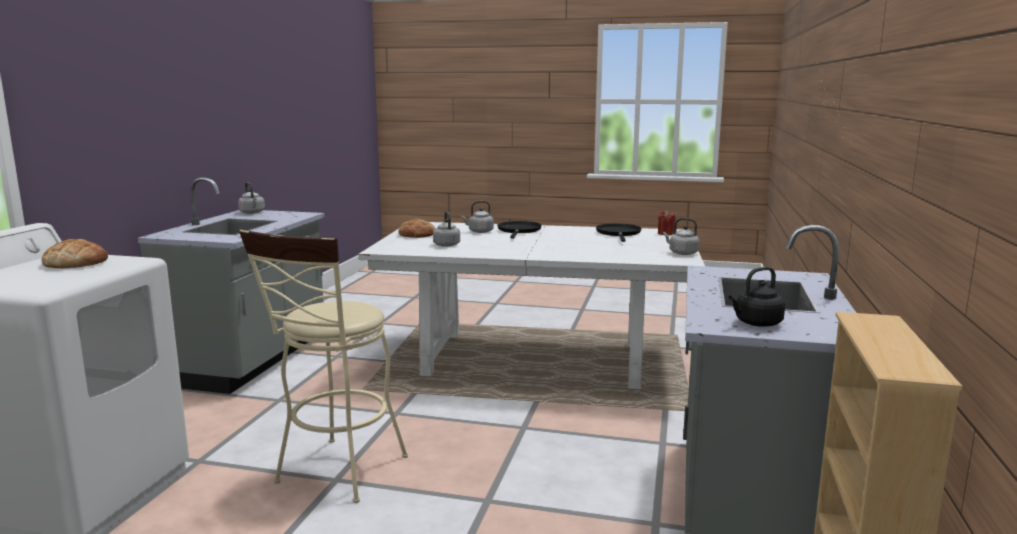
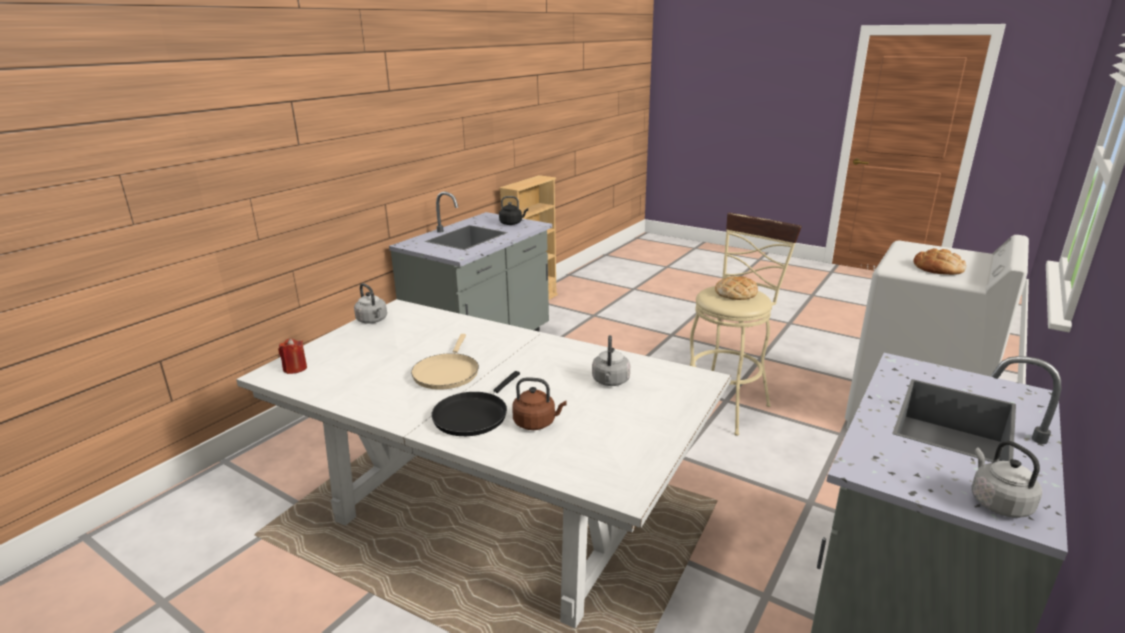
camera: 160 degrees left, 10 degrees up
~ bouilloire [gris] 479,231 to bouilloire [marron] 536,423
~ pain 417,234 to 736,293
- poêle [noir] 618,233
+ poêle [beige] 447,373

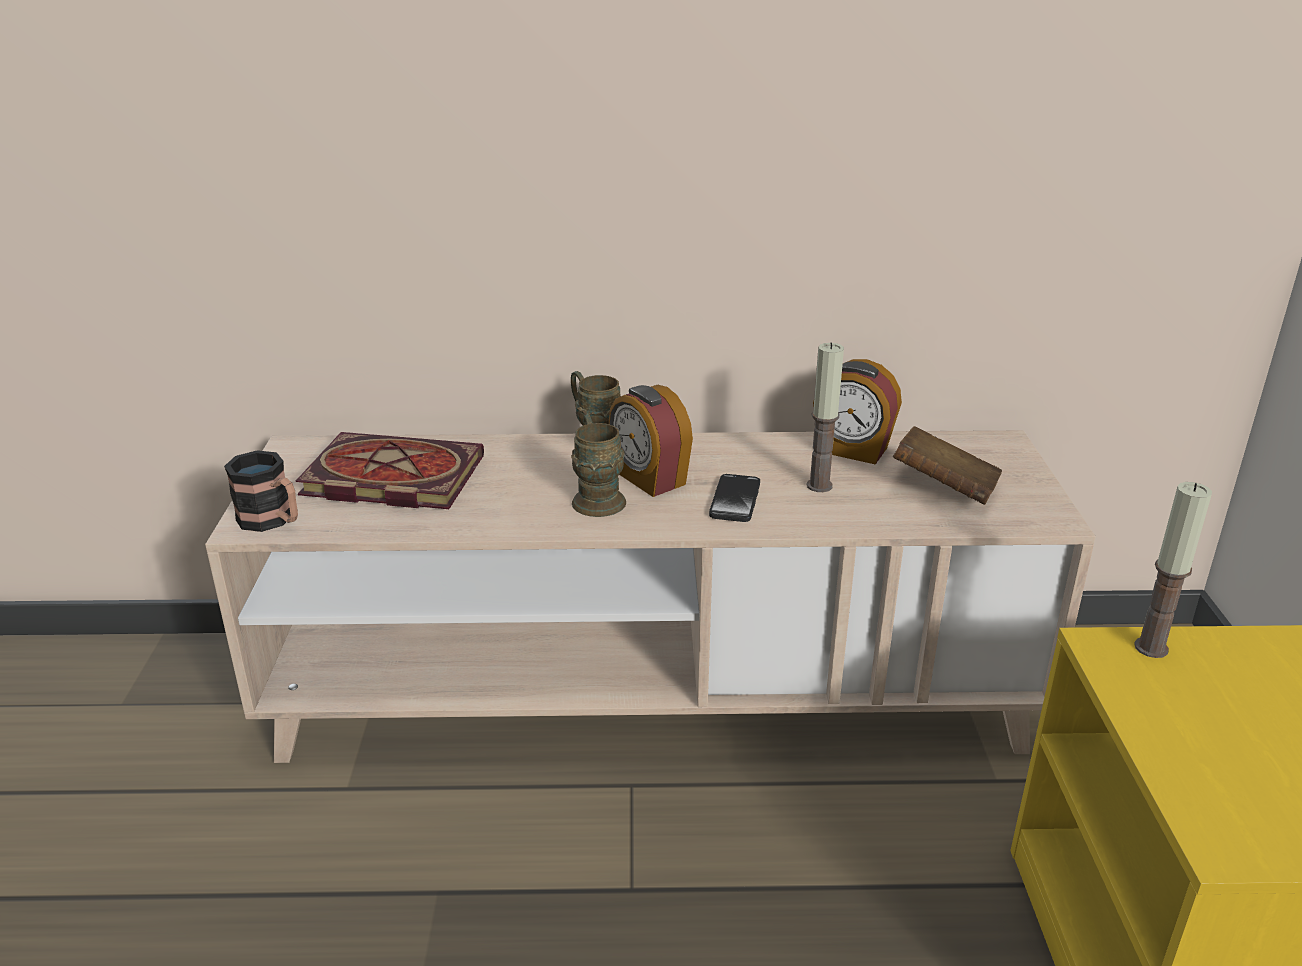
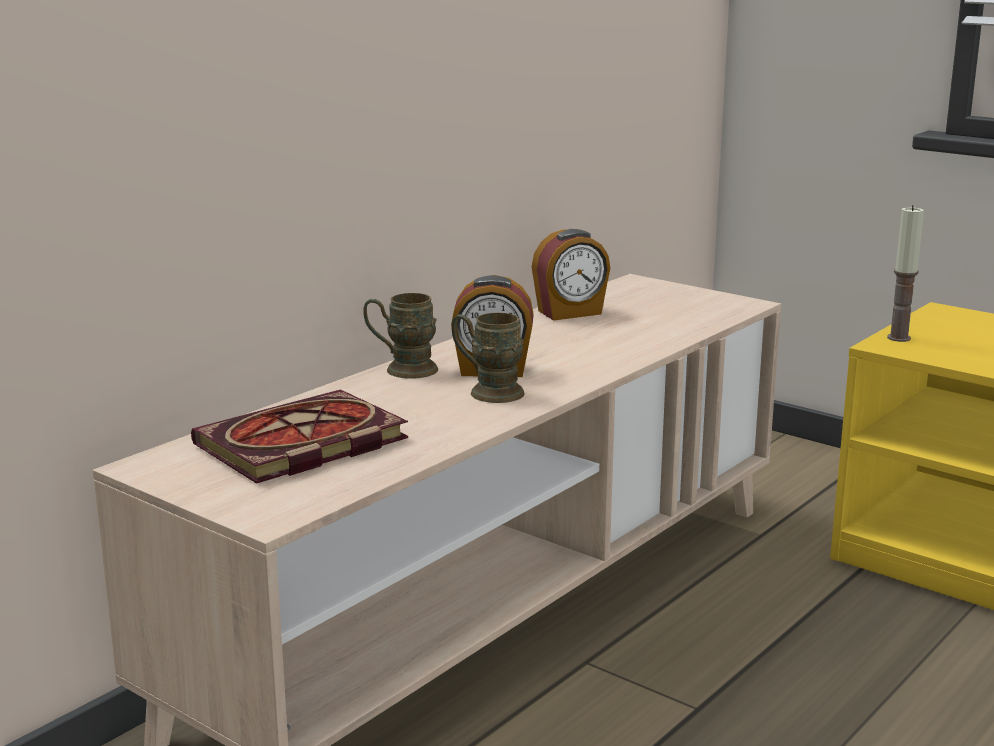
camera: 50 degrees left, 10 degrees down
- bougie 819,486
- livre [marron] 944,489
- mug 272,521
- téléphone 735,500

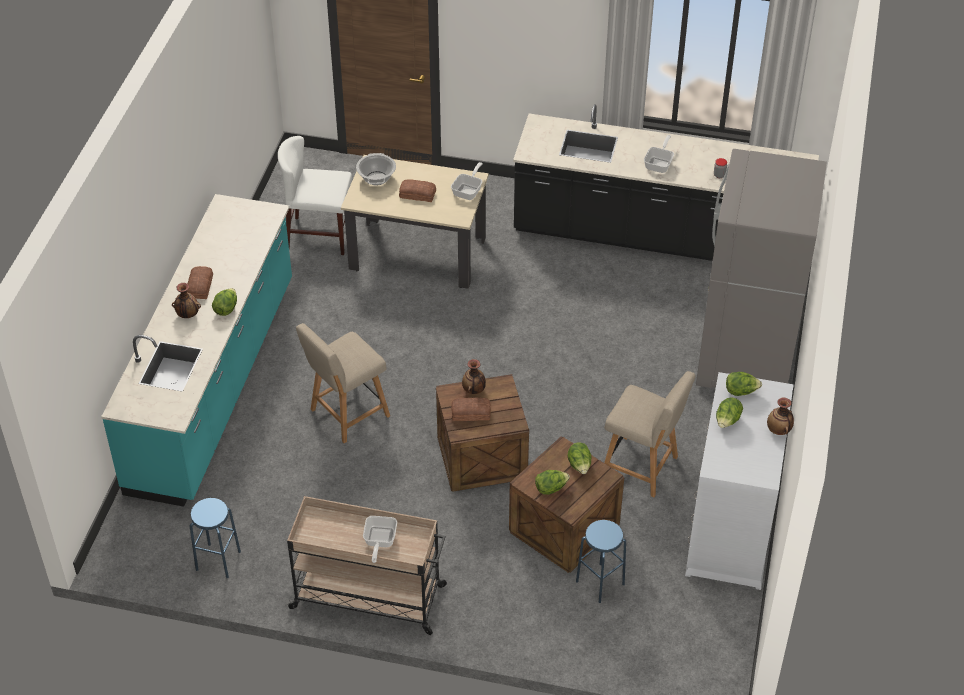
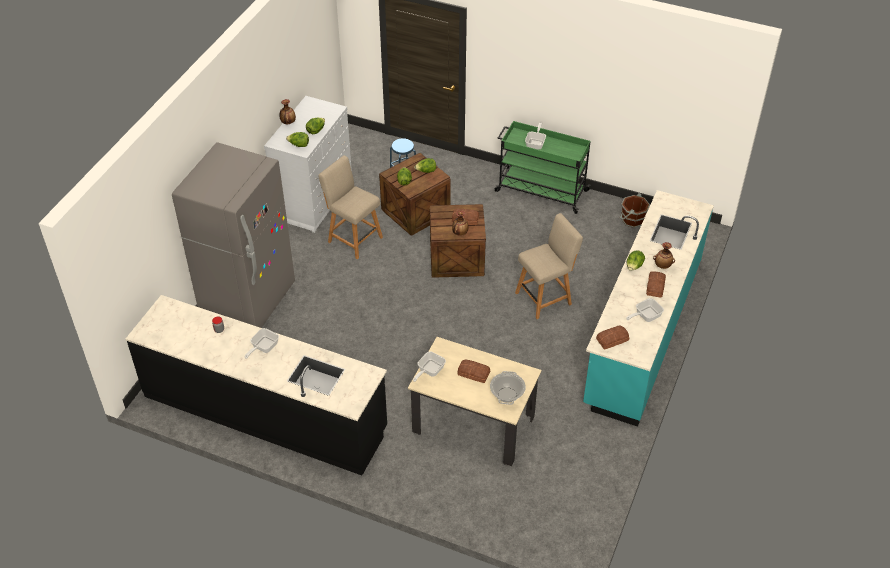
camera: 170 degrees left, 0 degrees up
- chaise [blanc] 319,236
~ chariot [beige] 370,597 to chariot [vert] 540,191
~ tabouret [bleu] 218,560 to seau [marron] 632,220
+ poêle 645,316
+ pain 613,340

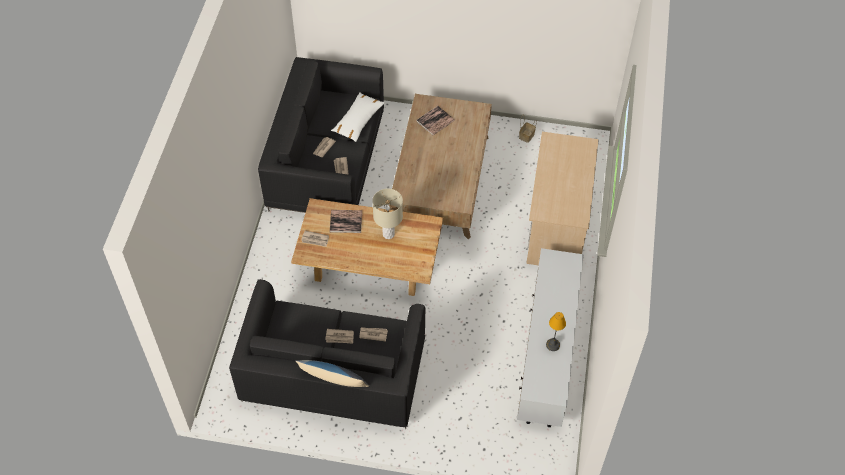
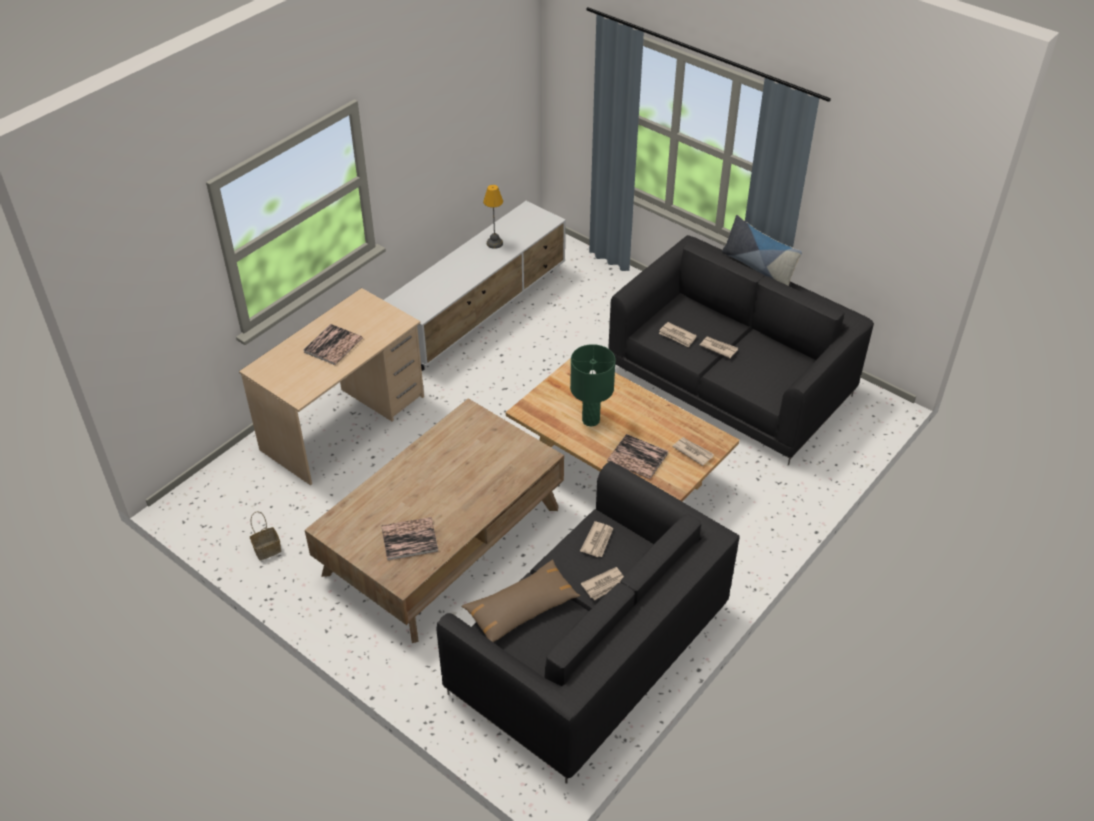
camera: 150 degrees left, 10 degrees down
~ coussin [blanc] 358,121 to coussin [marron] 522,608
~ lampe de table [beige] 388,234 to lampe de table [vert] 590,420
+ livre 333,345

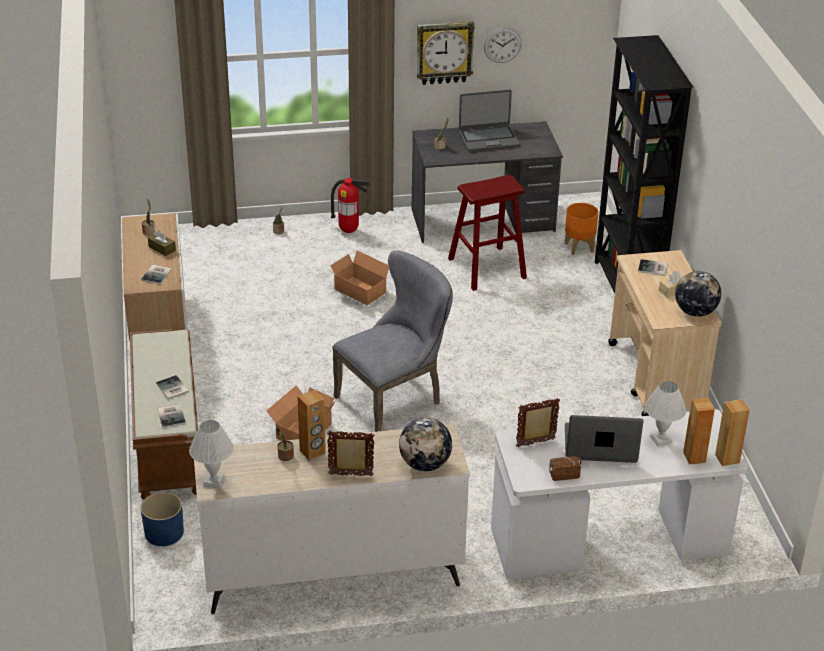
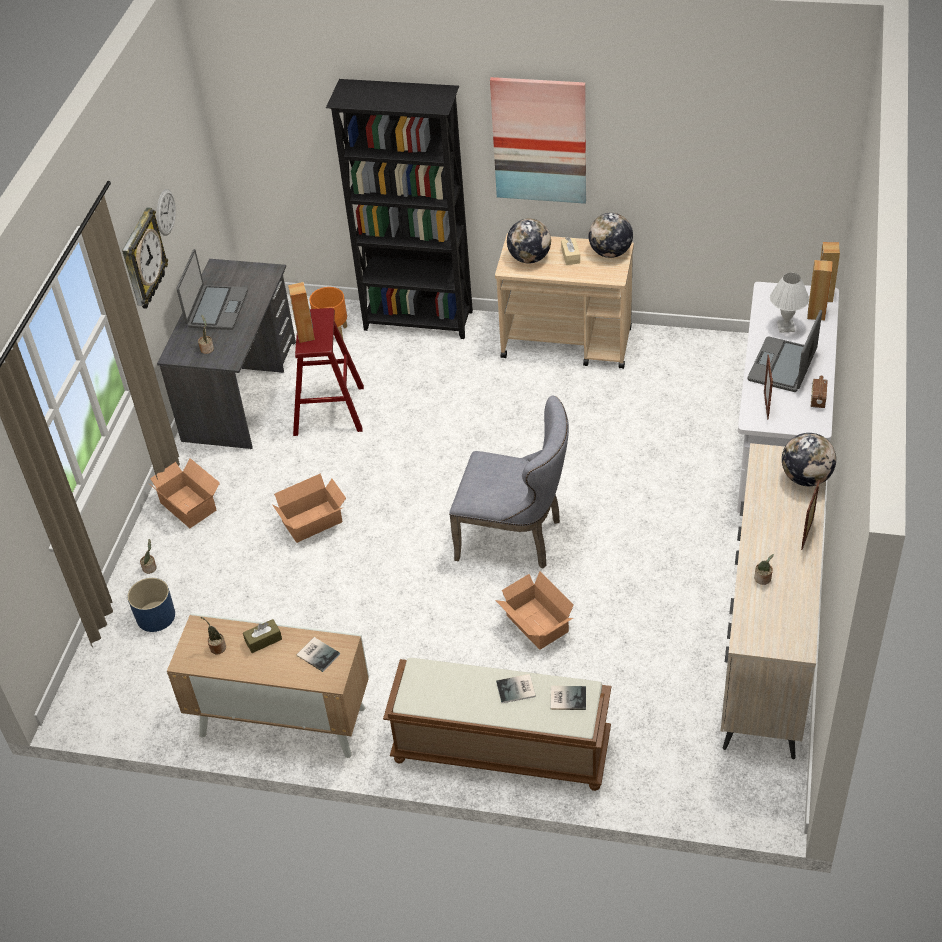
camera: 65 degrees left, 10 degrees up
~ extincteur 349,231 to carton 189,504
~ chaise [gris] 394,399 = 516,537 120 degrees clockwise
~ livre 653,268 to globe 529,258
~ enceinte [marron] 312,452 to 306,336
- lampe de table [blanc] 214,481
~ cache-pot [bleu] 164,532 to 155,616
+ tableau 539,140

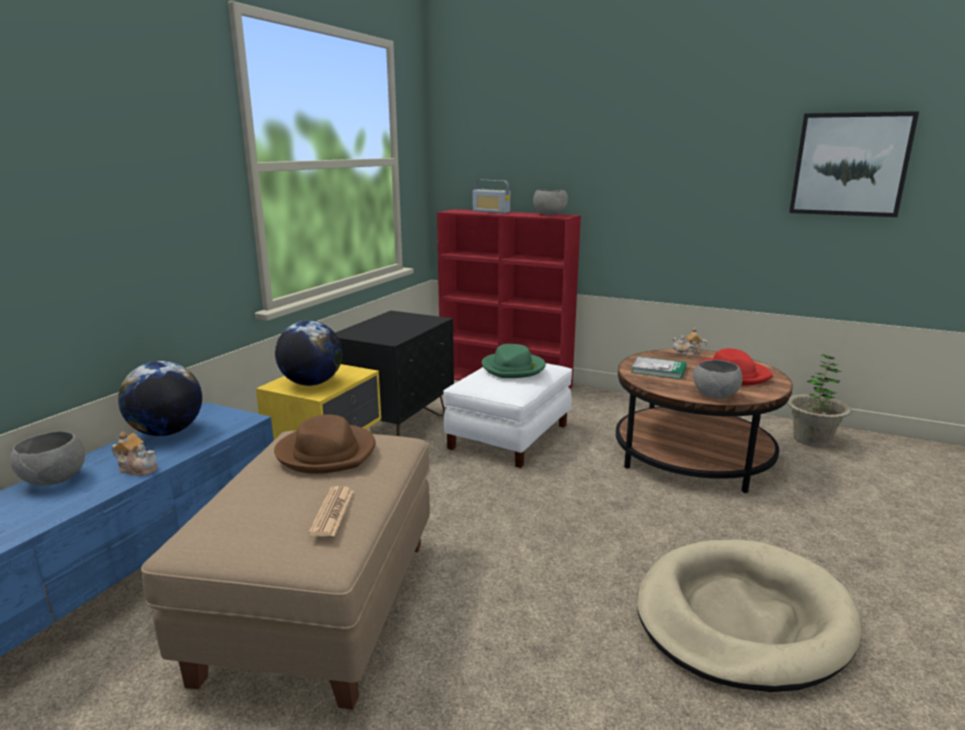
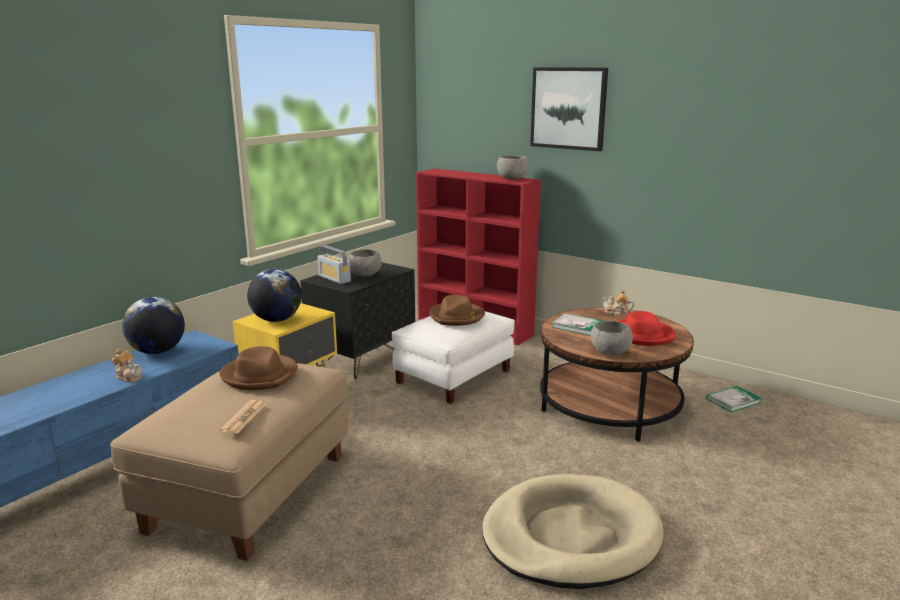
camera: 10 degrees right, 0 degrees up
~ tableau 850,164 to 568,108
~ radio 491,212 to 334,279
~ chapeau [vert] 513,368 to chapeau [marron] 457,316
~ plante en pot 812,440 to livre 733,401
~ bol [gris] 55,480 to 365,275

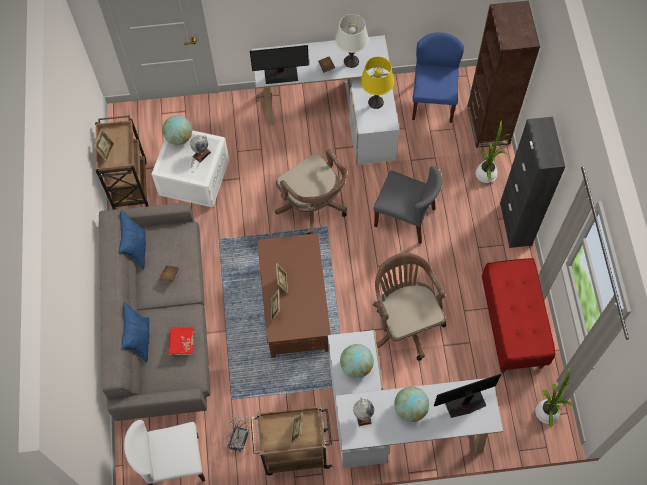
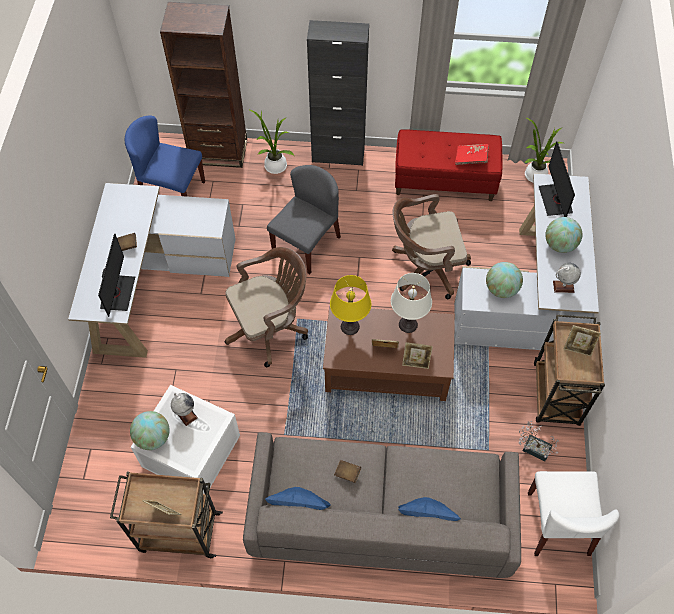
camera: 80 degrees left, 5 degrees down
~ lampe de table [blanc] 351,61 to 408,324
~ lampe de table [jaune] 375,102 to 350,326
~ livre [rouge] 182,343 to 471,158

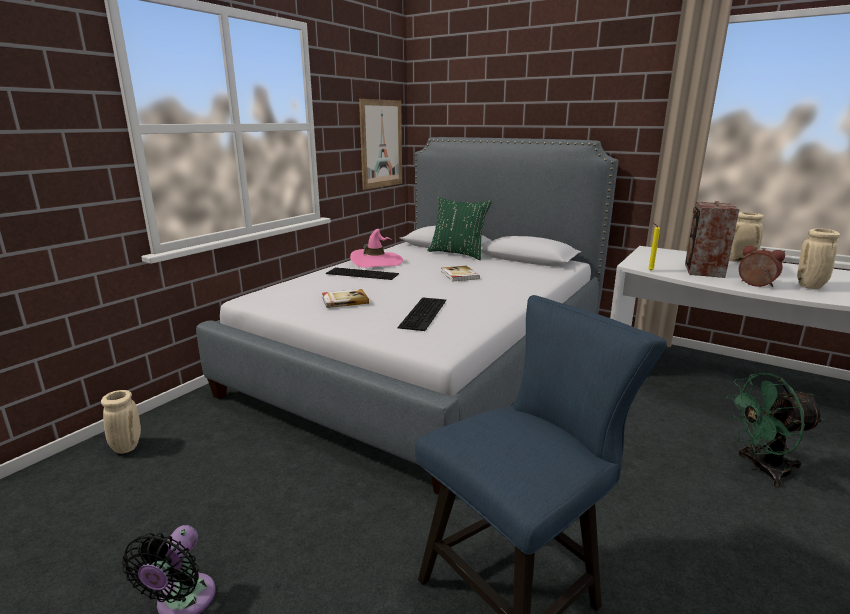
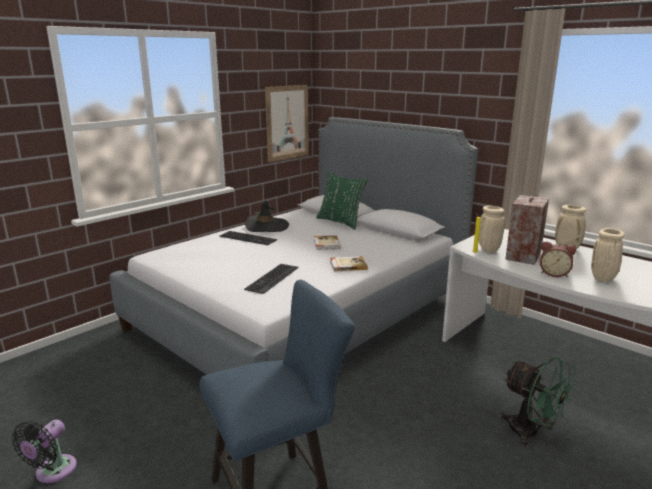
camera: 10 degrees right, 0 degrees up
~ chapeau [rose] 376,261 to chapeau [noir] 267,226
~ réveil 755,285 = 554,273 150 degrees clockwise
~ livre 344,300 to 348,265
~ ventilateur [vert] 761,469 = 531,433 135 degrees counterclockwise
~ vase [beige] 127,447 to 488,249

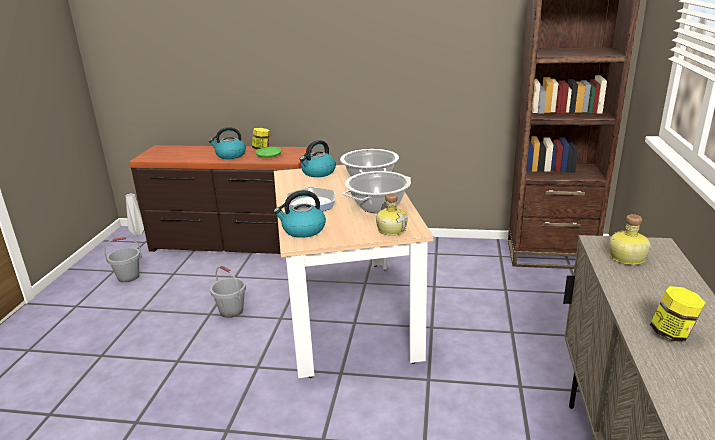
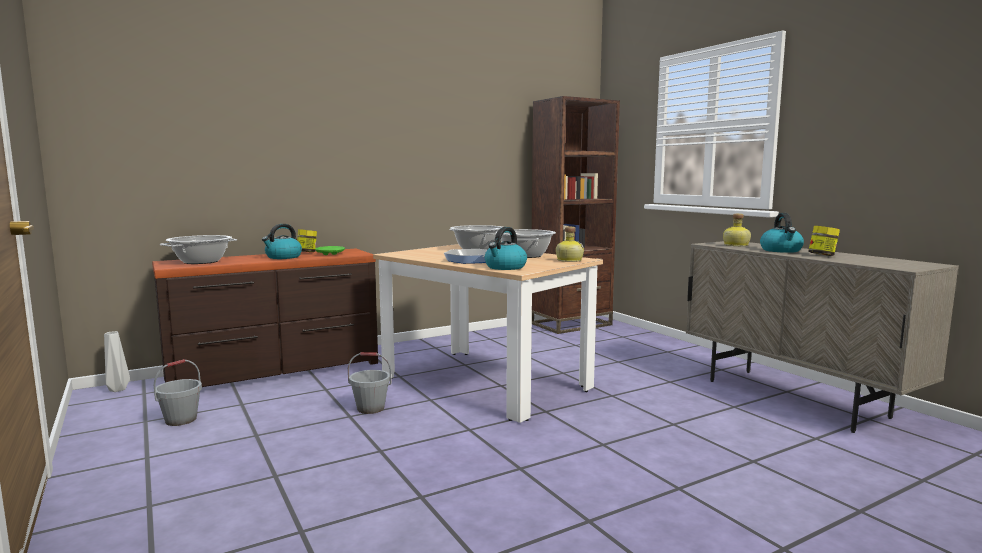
camera: 40 degrees left, 15 degrees down
~ bouilloire 318,173 to 781,250
+ marmite 201,261

